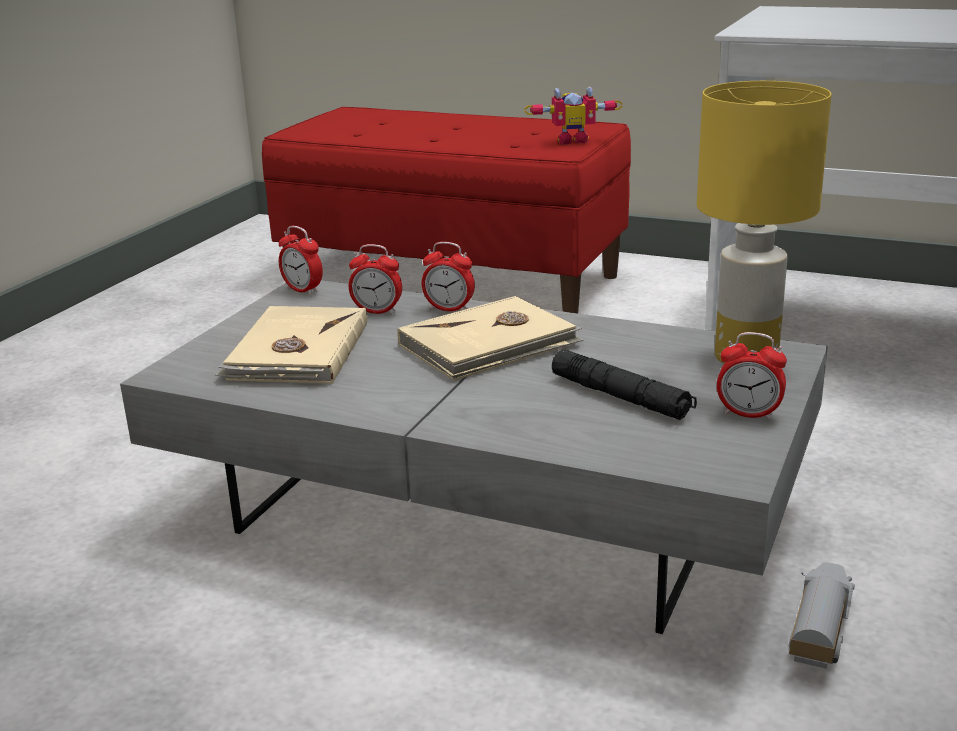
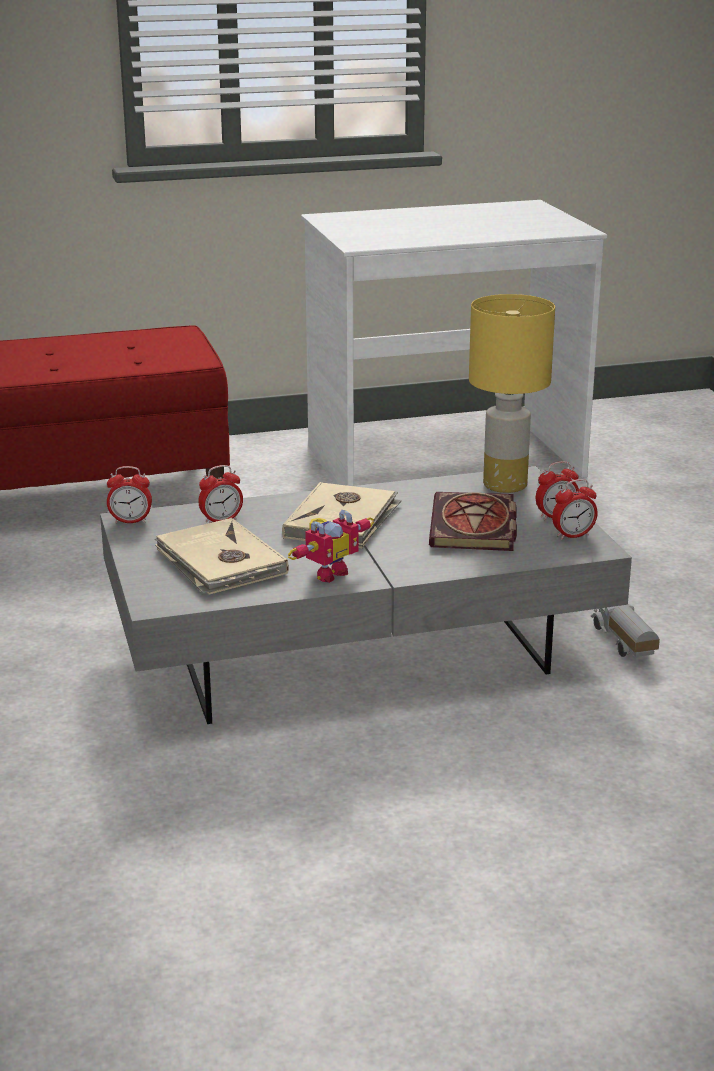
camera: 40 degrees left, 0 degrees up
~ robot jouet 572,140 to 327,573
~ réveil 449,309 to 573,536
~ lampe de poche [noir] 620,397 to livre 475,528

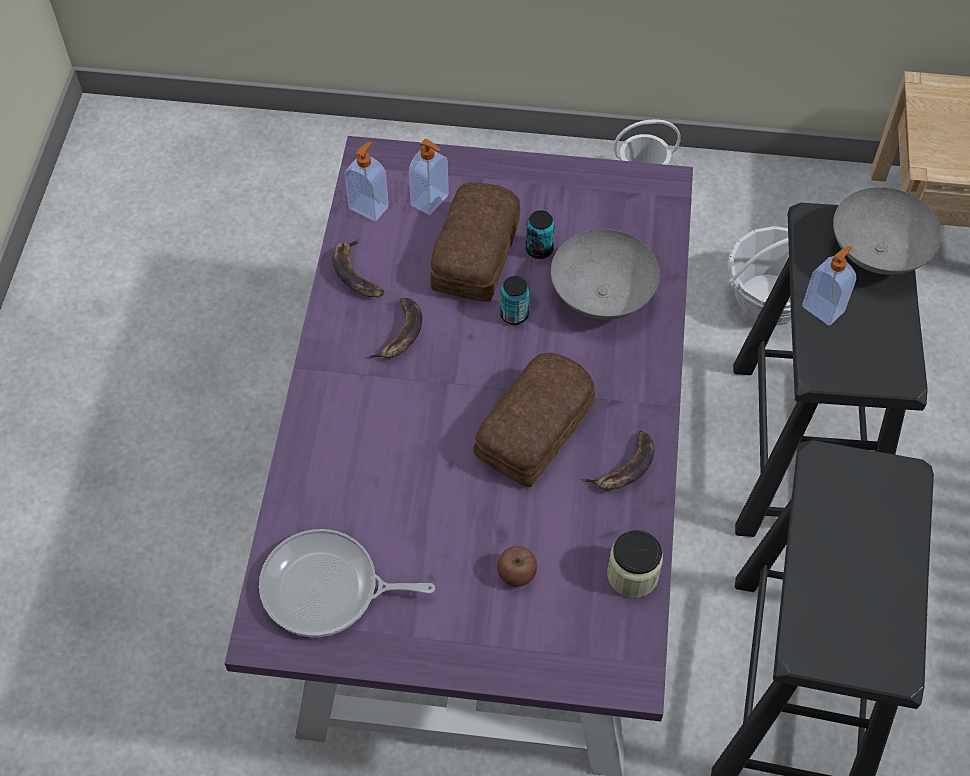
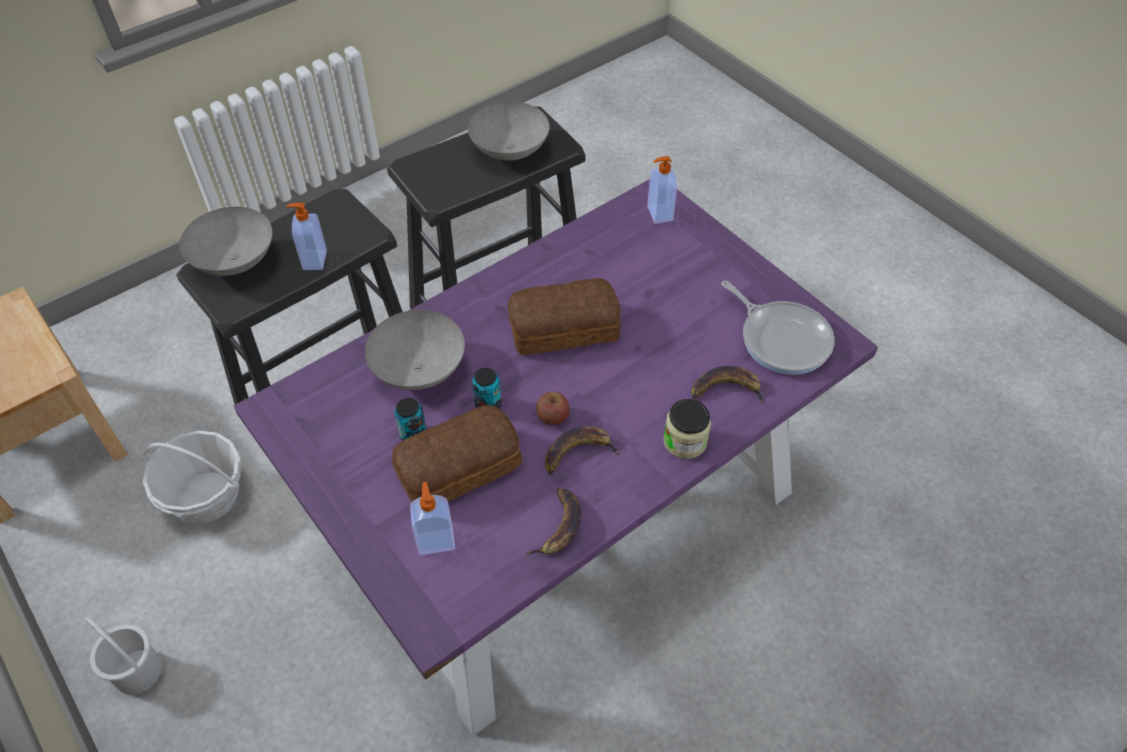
camera: 135 degrees left, 5 degrees down
~ distributeur de savon 369,207 to 658,214
~ banane 624,467 to 726,389
~ bocal 632,575 to 685,441
~ pomme 516,573 to 552,416
+ bol [gris] 510,150

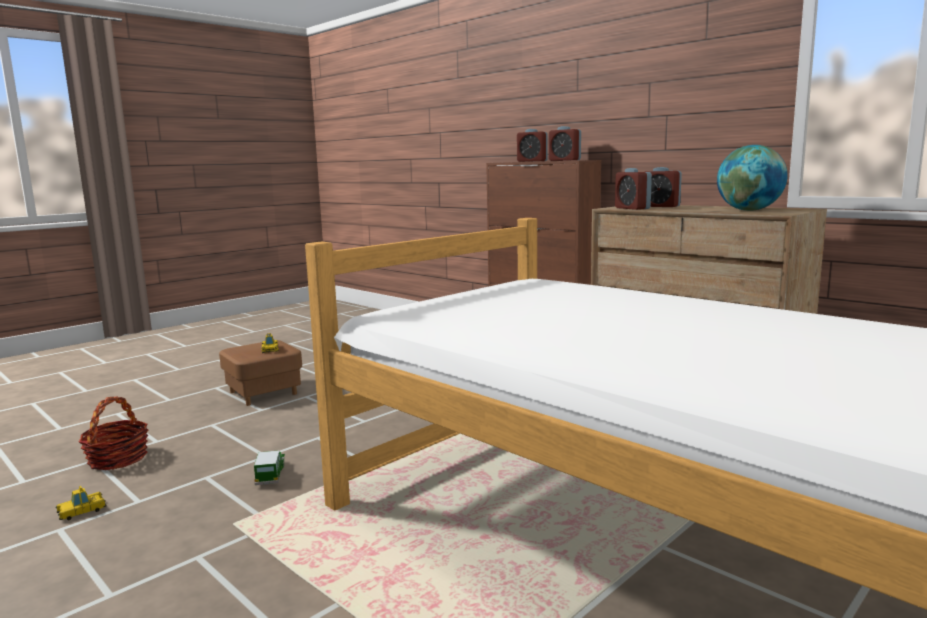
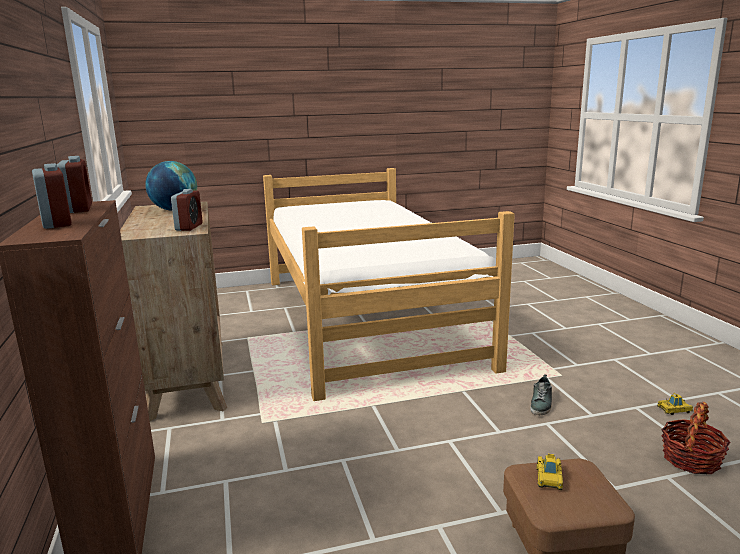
camera: 150 degrees left, 5 degrees up
- réveil 660,206
~ petite voiture 270,474 to chaussure 541,404

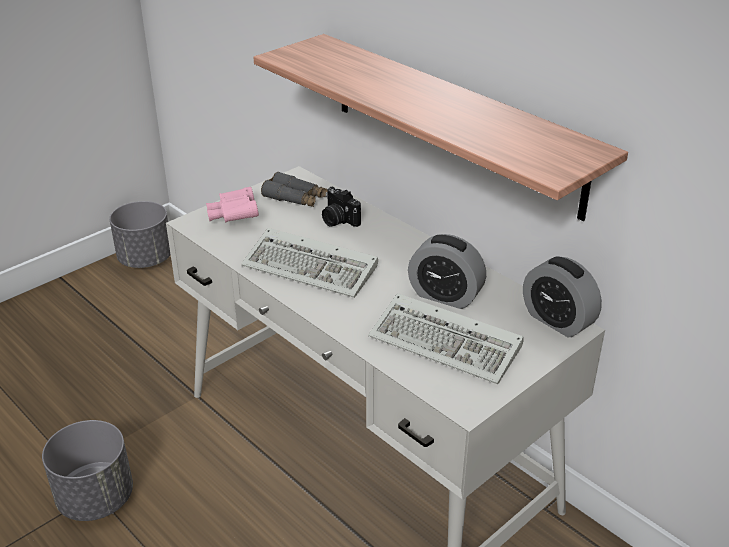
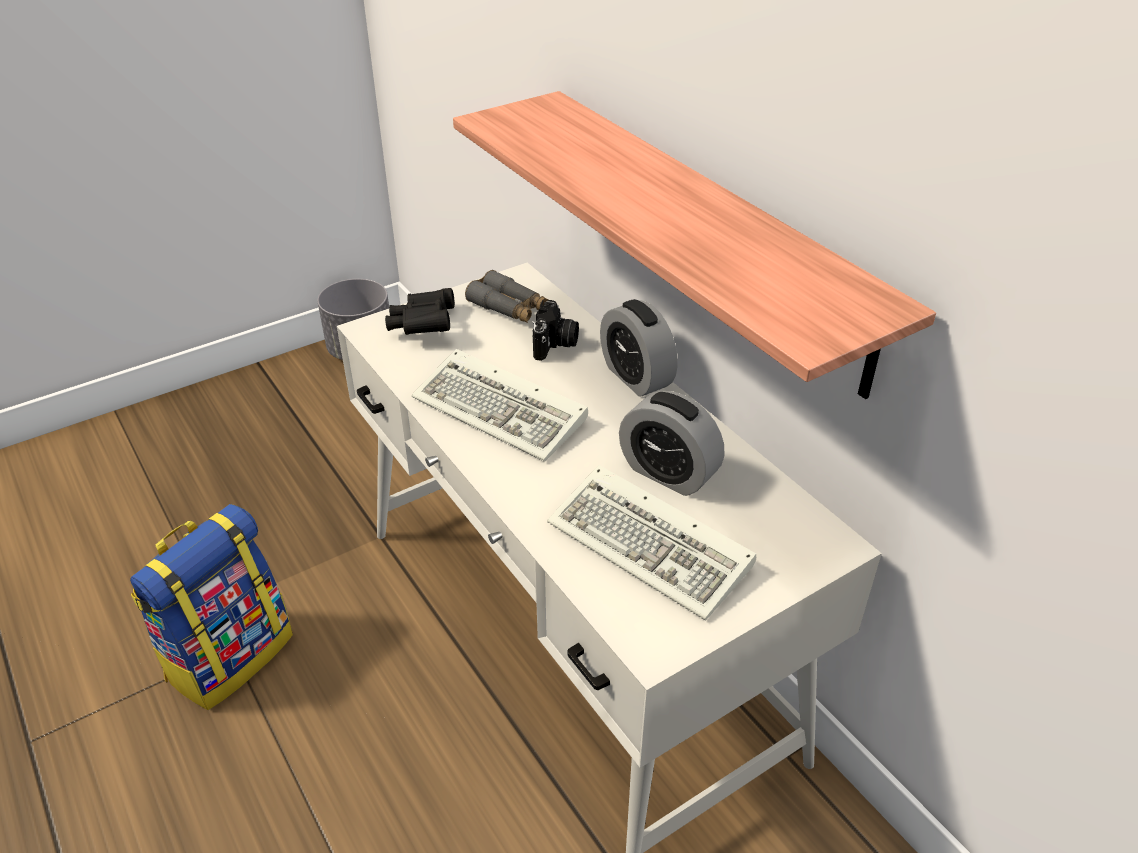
camera: 10 degrees right, 5 degrees up
~ jumelles [rose] 234,217 to jumelles [noir] 423,326
~ appareil photo 338,220 = 555,344 135 degrees counterclockwise
~ réveil 557,321 to 636,377
~ cache-pot [gris] 96,498 to sac à dos 230,655

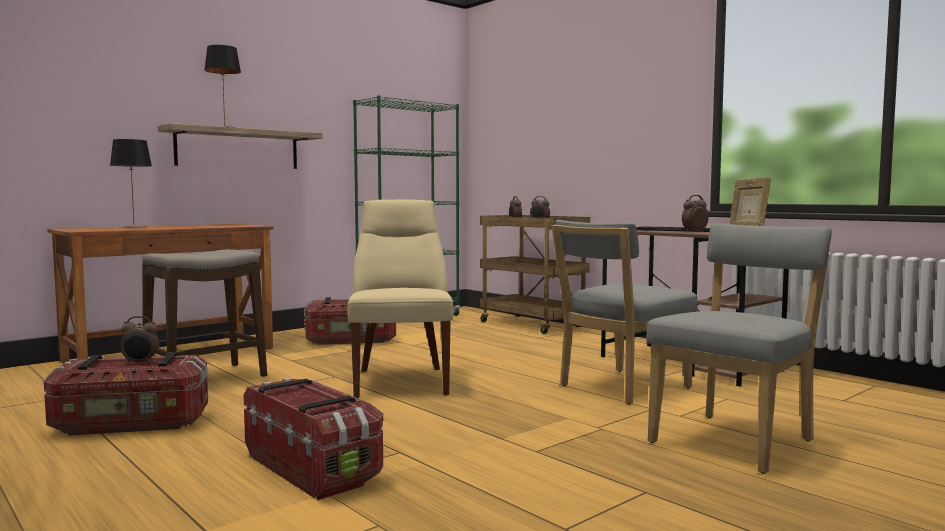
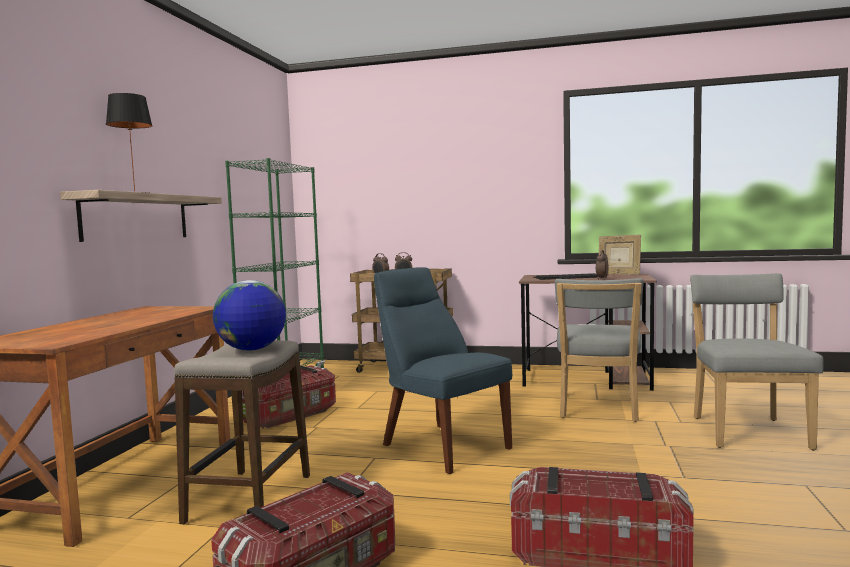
camera: 35 degrees left, 0 degrees up
- lampe de table 134,227
~ chaise [beige] 401,380 to chaise [bleu] 441,445
- réveil 140,363
+ globe 251,350

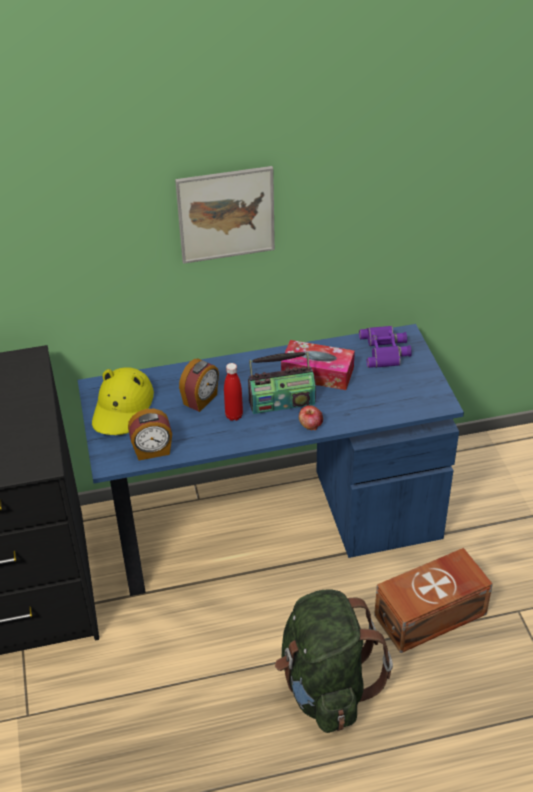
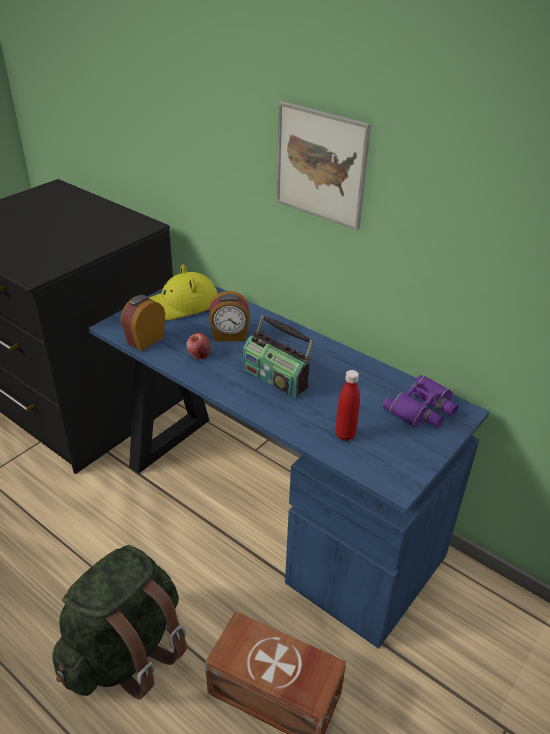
camera: 50 degrees right, 5 degrees down
- boîte à mouchoirs 317,373
~ bouteille [rouge] 234,416 to 345,435
~ pomme 310,425 to 199,354
~ réveil 152,451 = 145,340 90 degrees clockwise

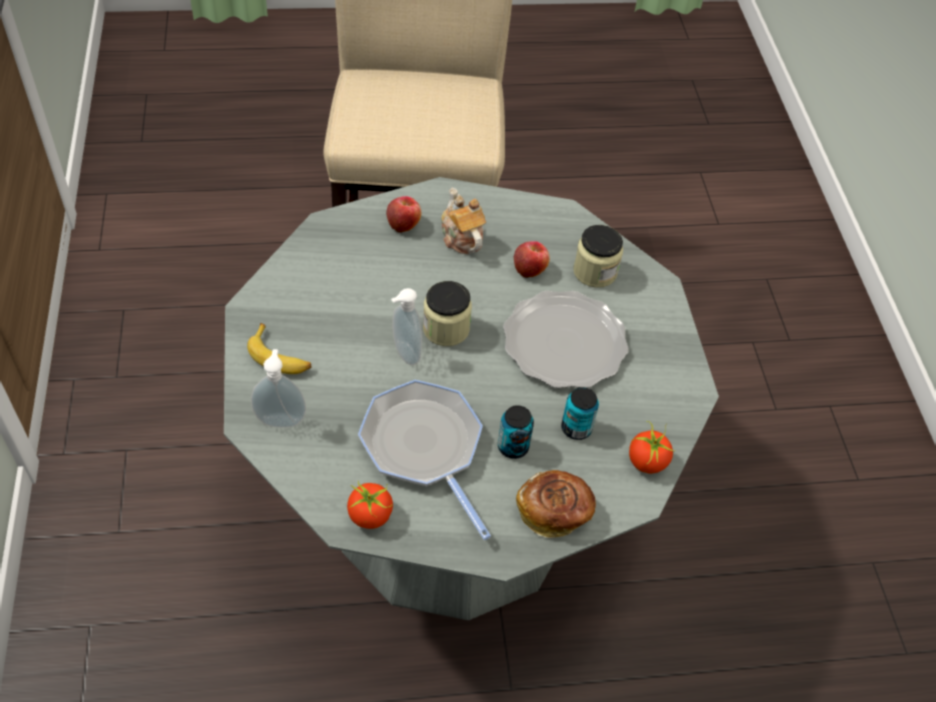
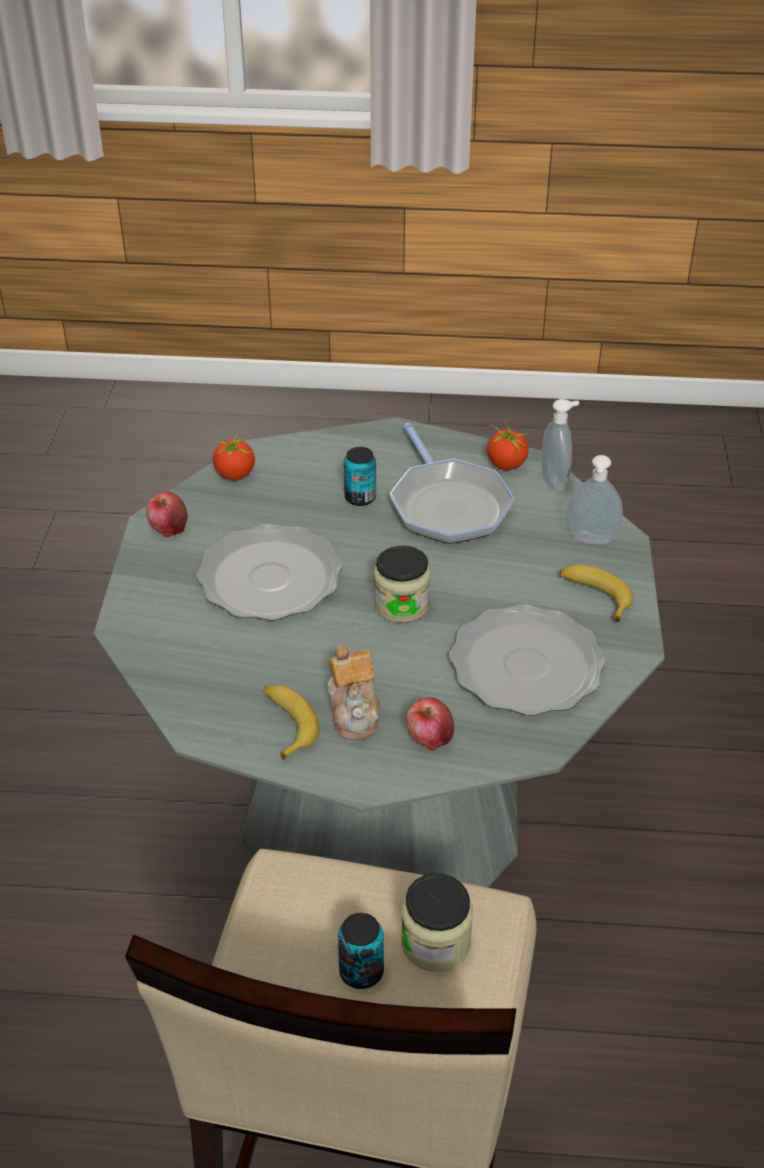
camera: 165 degrees left, 10 degrees down
~ bocal 595,272 to 435,943
~ pomme 529,269 to 168,527
~ distributeur de savon 404,354 to 556,481
~ boîte métallique 576,428 to 361,972
- pain 554,512
+ assiette 525,665
+ banane 286,724

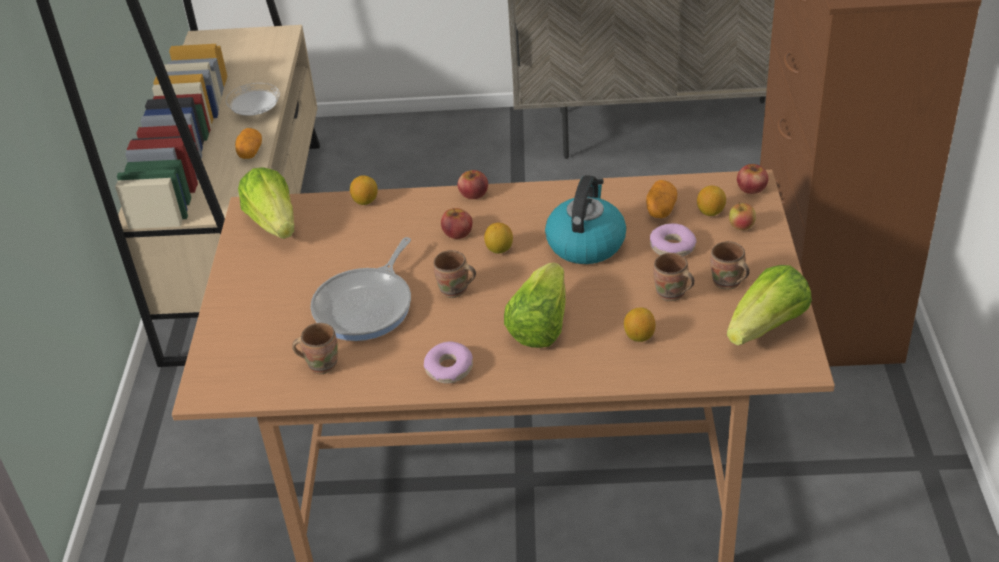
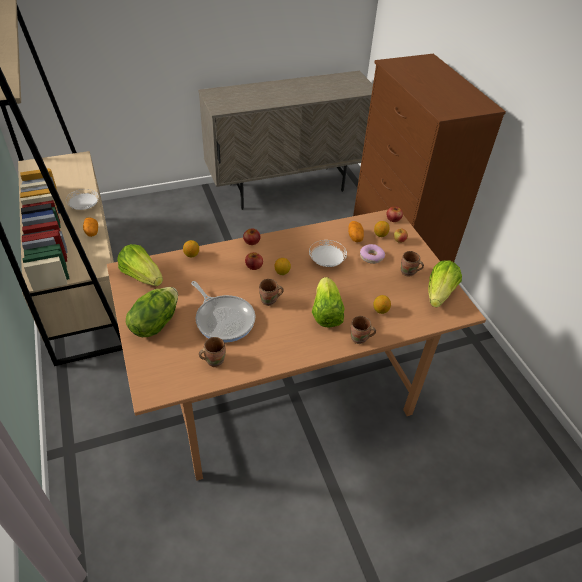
camera: 25 degrees left, 5 degrees up
~ bouilloire 585,243 to assiette [blanc] 326,261
~ poêle 367,306 = 223,319 45 degrees counterclockwise
~ mug [marron] 671,295 to 359,339
- beignet 449,369
+ laitue 155,323

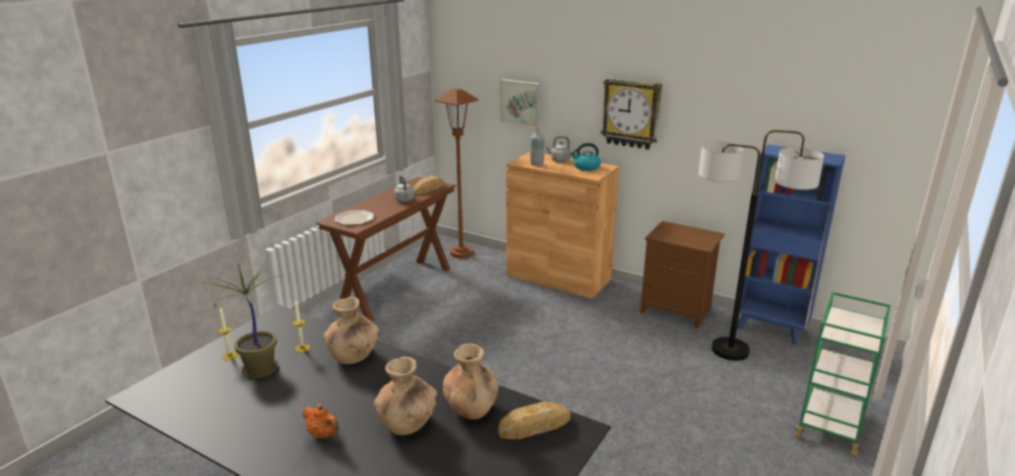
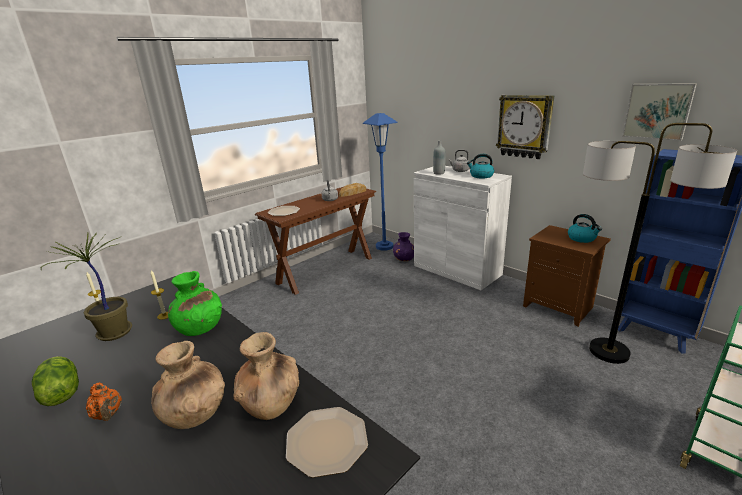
camera: 15 degrees right, 0 degrees up
~ tableau 521,102 to 657,111
~ lampadaire [marron] 461,253 to lampadaire [bleu] 384,246
~ meuble de rangement [marron] 558,277 to meuble de rangement [blanc] 456,270
~ vase [marron] 353,356 to vase [vert] 200,328
~ pain 534,426 to assiette 327,441
+ bouilloire 582,238
+ vase [violet] 404,259
+ laitue 61,393

